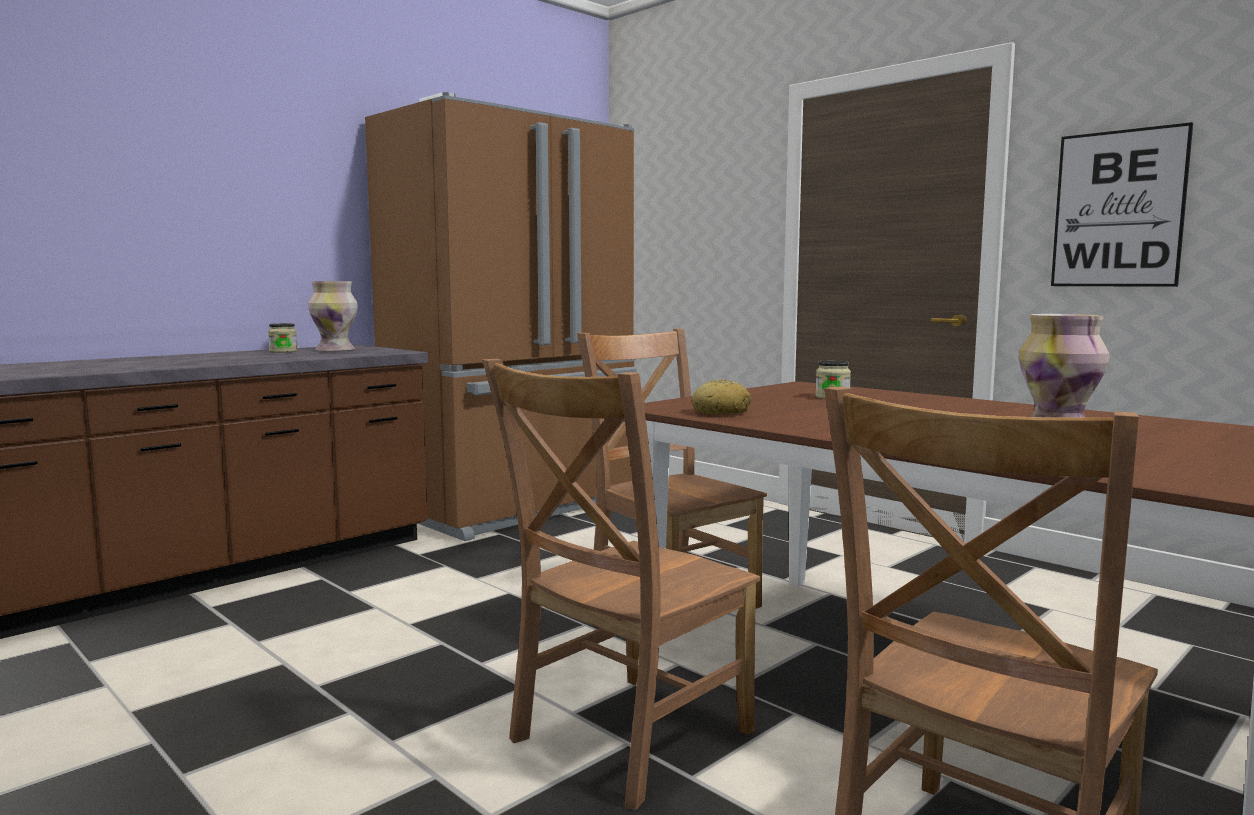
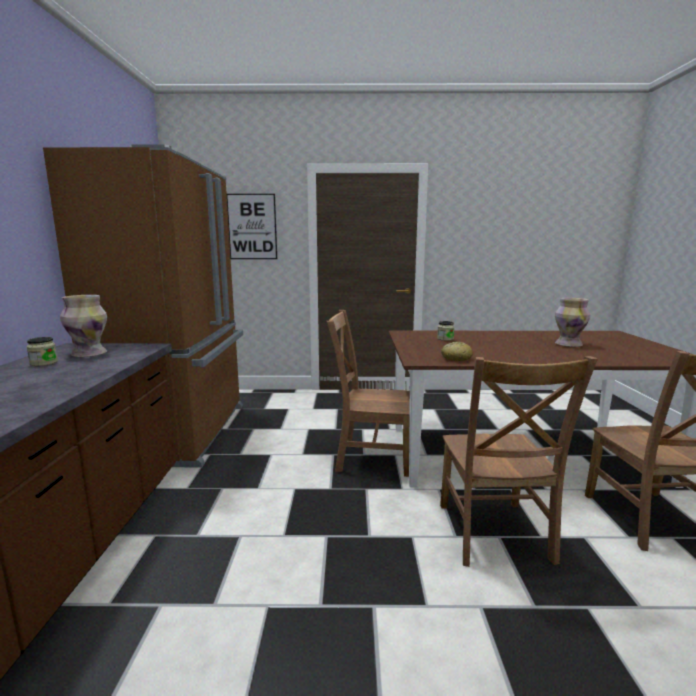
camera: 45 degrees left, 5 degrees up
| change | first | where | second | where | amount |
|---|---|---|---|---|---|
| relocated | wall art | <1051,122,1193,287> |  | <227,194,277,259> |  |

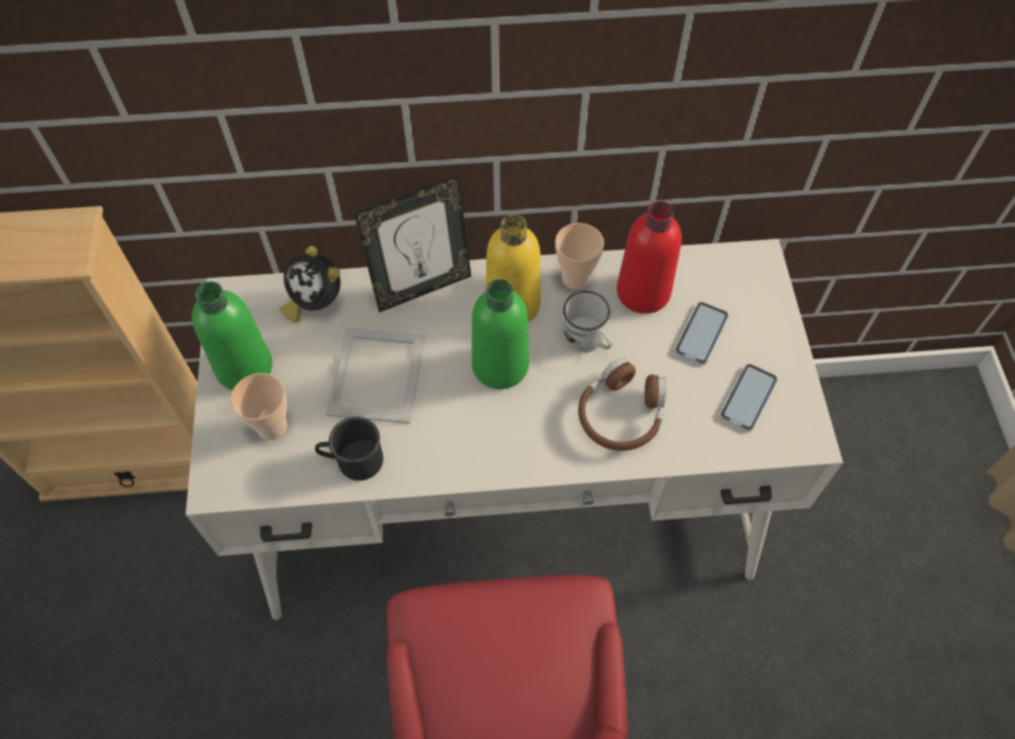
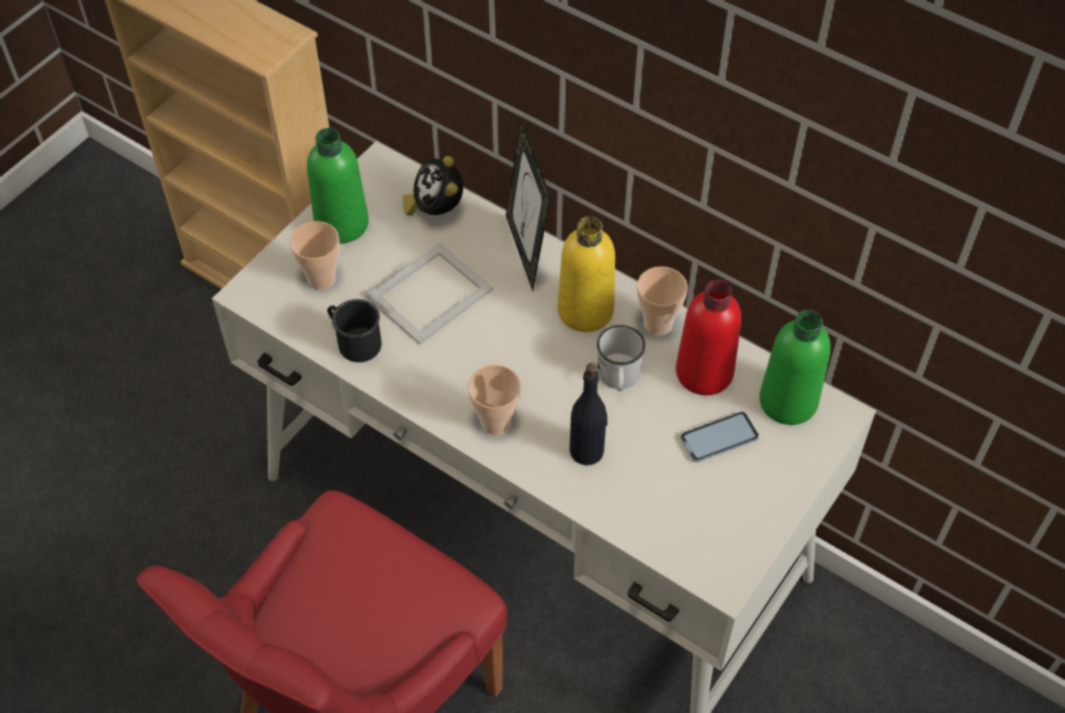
camera: 40 degrees right, 5 degrees down
| change | first | where | second | where | amount |
|---|---|---|---|---|---|
| spun | photo frame | <354,175,471,312> |  | <506,120,551,291> | 60 degrees clockwise |
| relocated | beverage bottle (green) | <472,279,529,389> |  | <759,310,831,425> |  |
| exchanged | headphones (brownish) | <578,357,666,451> | beverage bottle (black) | <570,363,608,465> |  |
| missing | telephone | <720,364,778,432> |  |  |  |
| appeared |  |  | small cup | <468,365,521,435> |  |

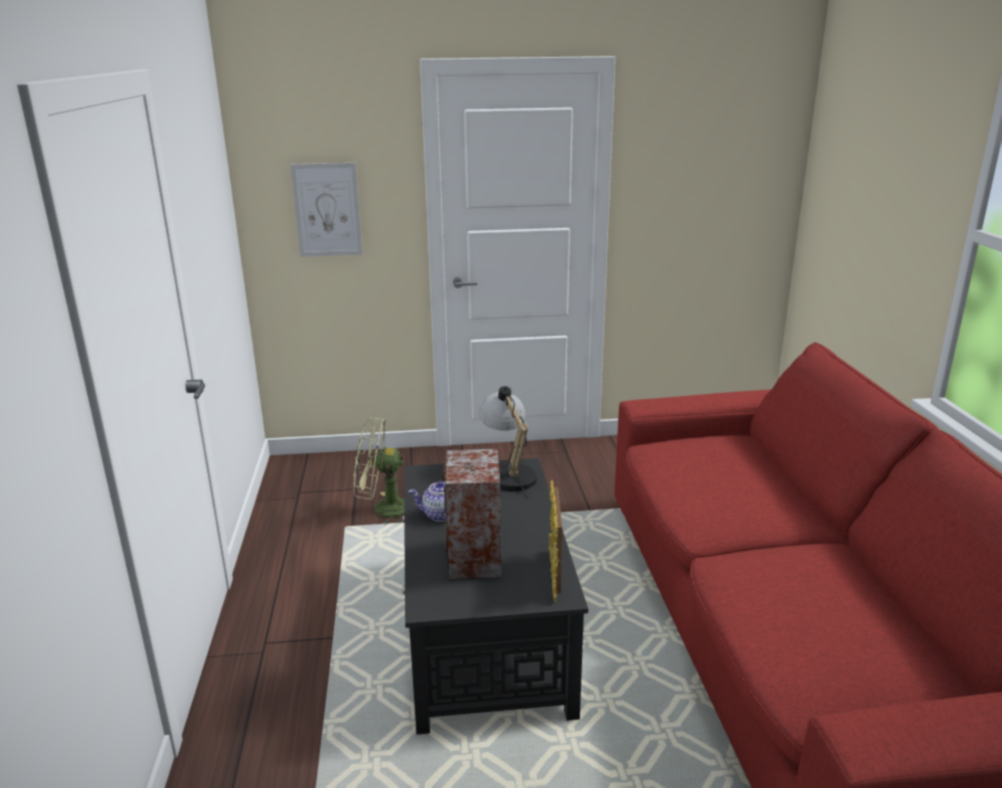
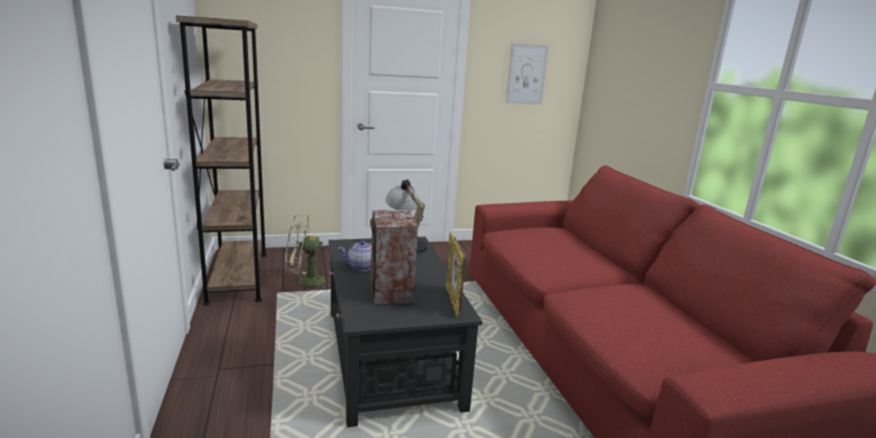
camera: 10 degrees left, 5 degrees down
| change | first | where | second | where | amount |
|---|---|---|---|---|---|
| relocated | wall art | <290,163,363,257> |  | <506,43,549,104> |  |
| appeared |  |  | shelving unit (brownish) | <176,15,267,305> |  |

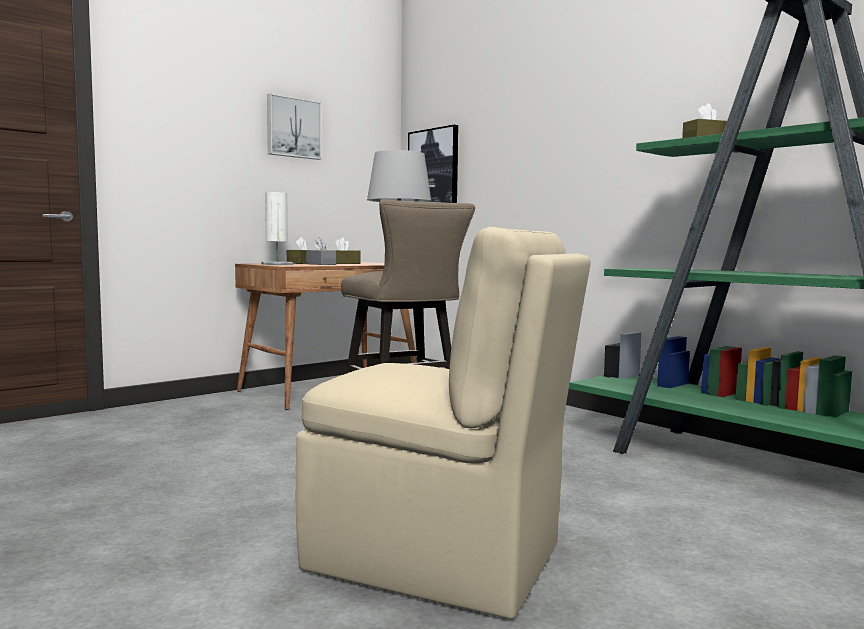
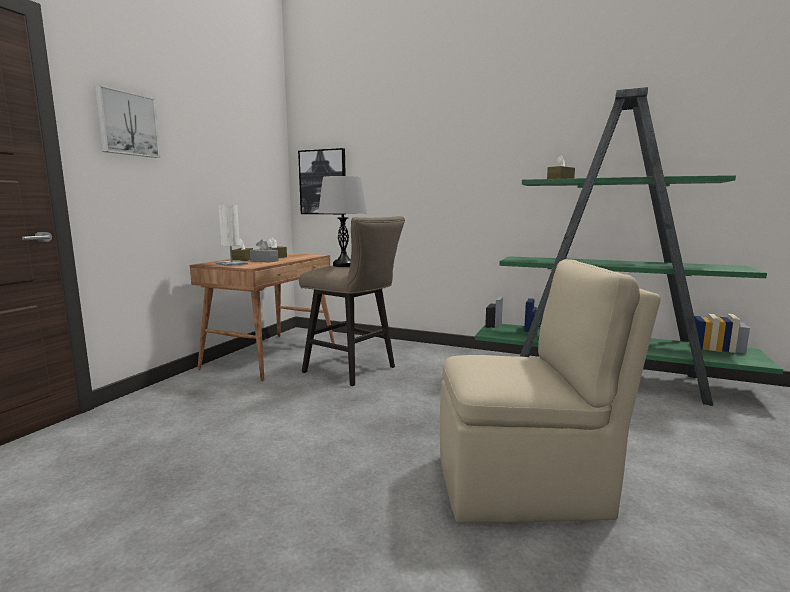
camera: 25 degrees left, 5 degrees up
| change | first | where | second | where | amount |
|---|---|---|---|---|---|
| relocated | wall art | <267,93,321,160> |  | <94,85,161,158> |  |

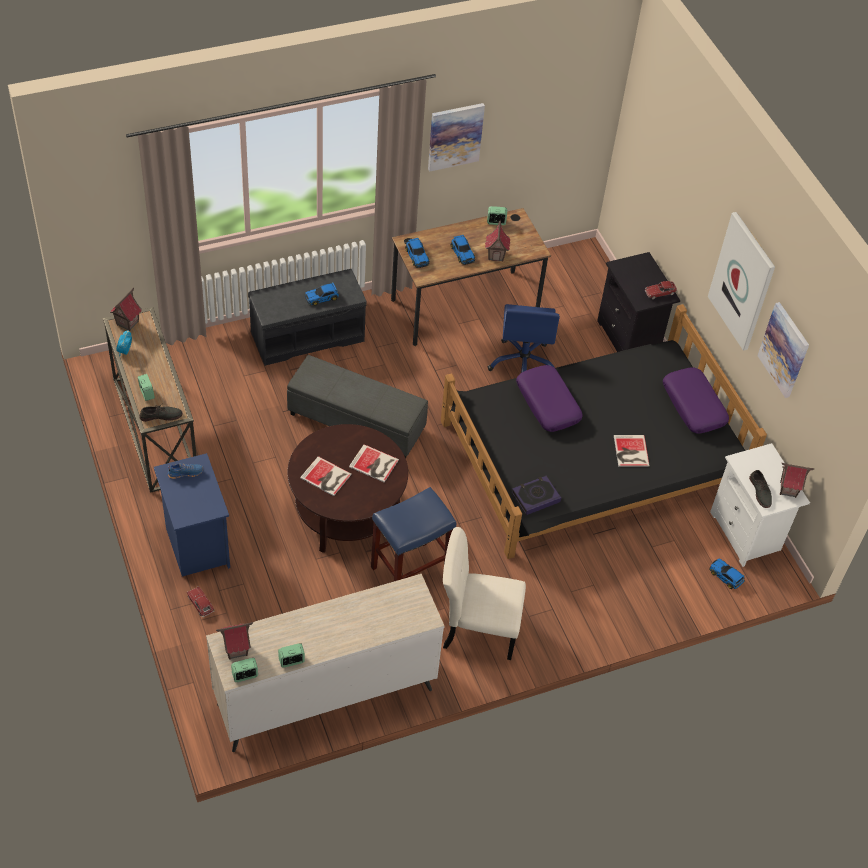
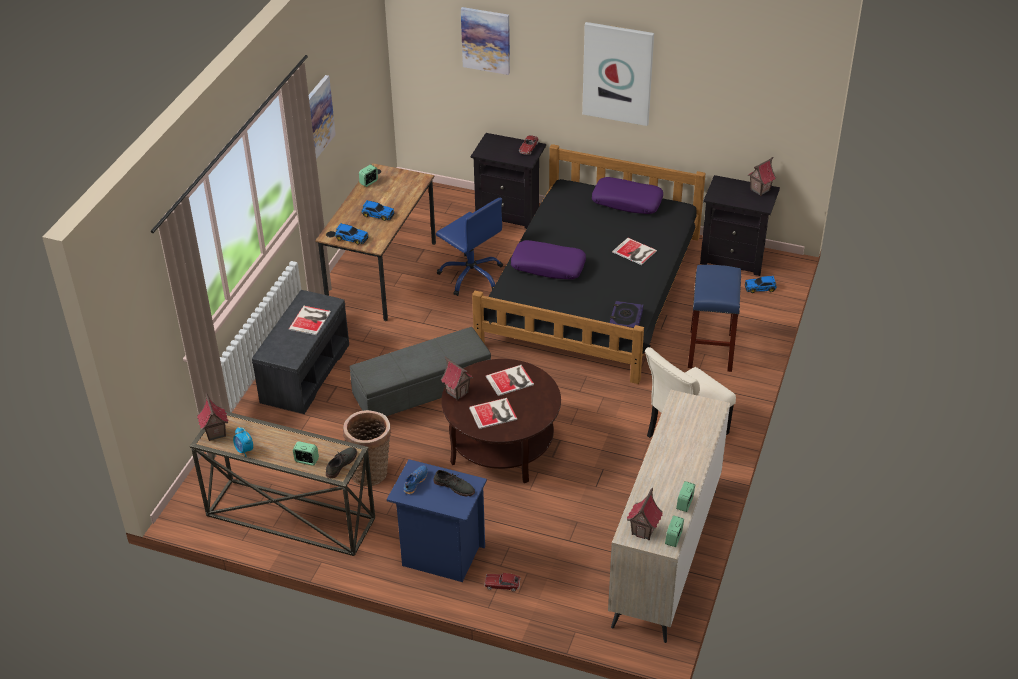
camera: 45 degrees left, 10 degrees down
| change | first | where | second | where | amount |
|---|---|---|---|---|---|
| exchanged | miniature car | <305,282,339,306> | book | <289,306,331,335> |  |
| relocated | stool seat (blue-coloured) | <371,487,457,581> |  | <688,265,741,372> |  |
| relocated | model house | <485,220,510,262> |  | <440,357,473,400> |  |
| colour | night table (whitish) | <710,443,810,567> | night table (black) | <700,175,780,276> |  |
| relocated | item of footwear (gray) | <749,470,772,508> |  | <433,470,475,496> |  |
| relocated | wall art | <757,302,809,398> |  | <461,7,510,75> |  |
| appeared |  |  | household basket | <343,410,391,486> |  |

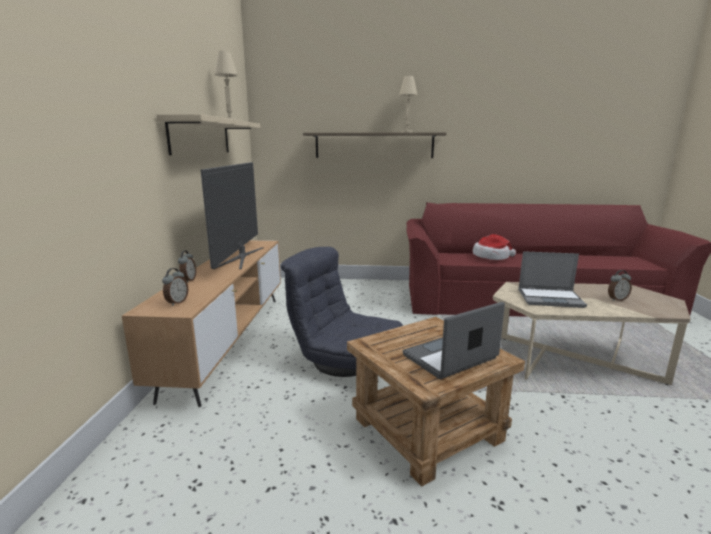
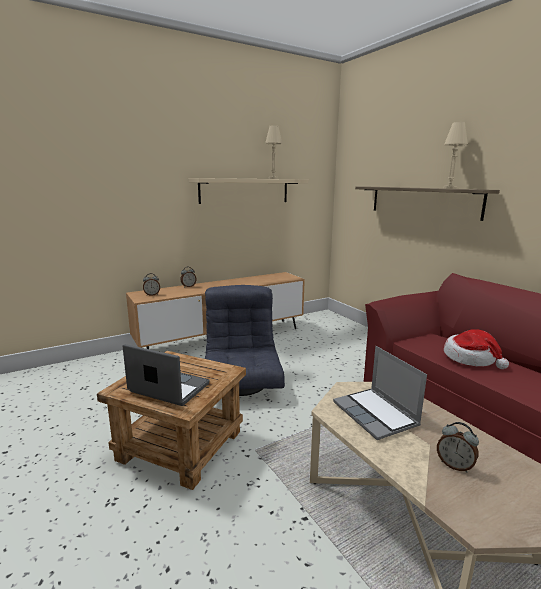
camera: 55 degrees right, 0 degrees up
| change | first | where | second | where | amount |
|---|---|---|---|---|---|
| missing | TV set | <201,162,264,269> |  |  |  |

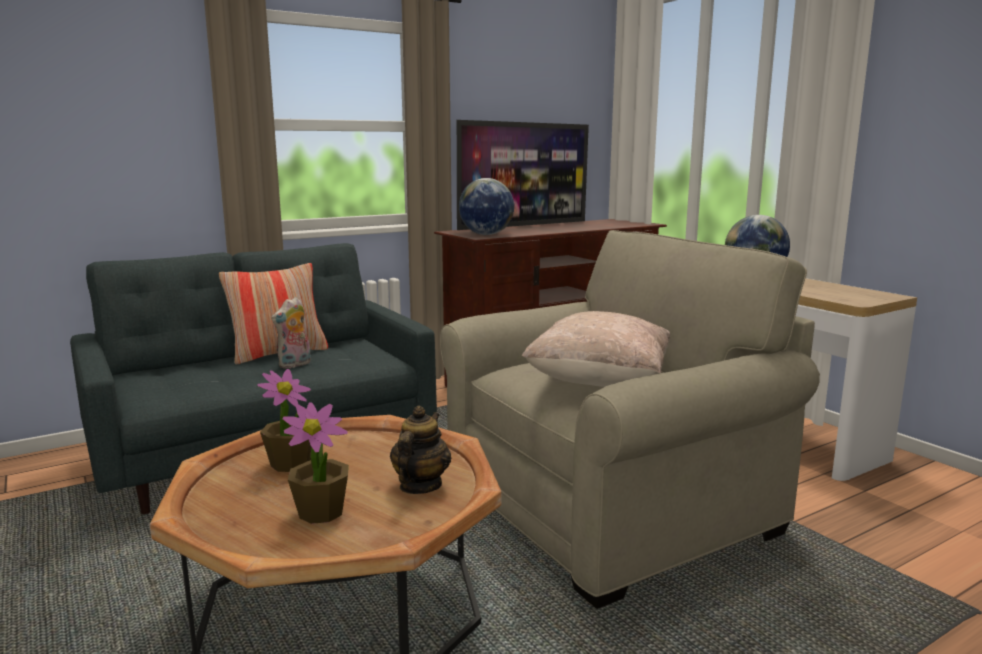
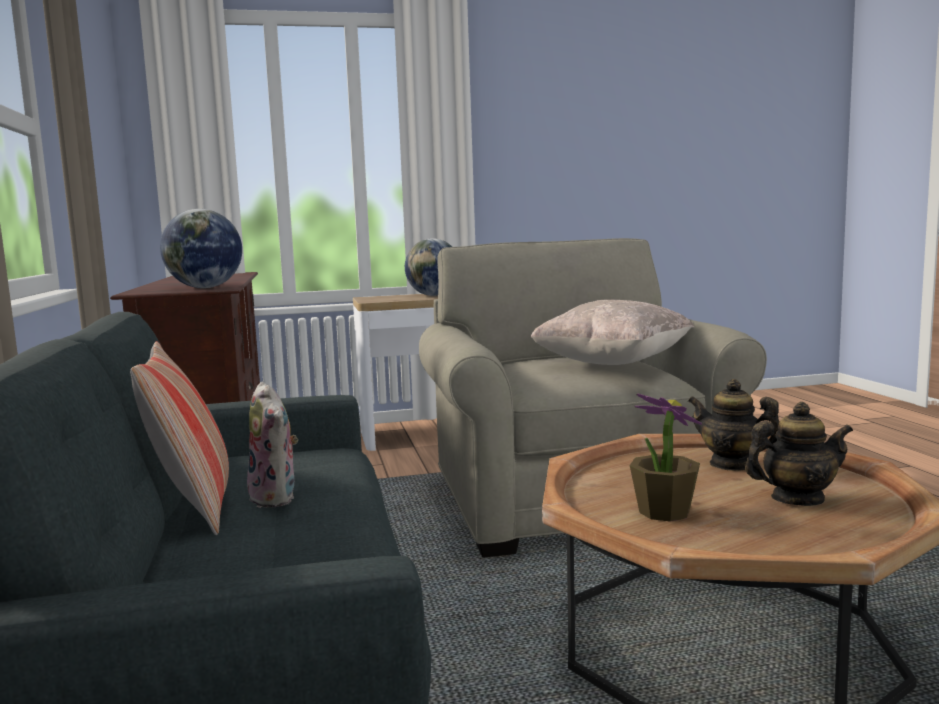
camera: 70 degrees left, 5 degrees down
| change | first | where | second | where | amount |
|---|---|---|---|---|---|
| exchanged | plant in a pot | <282,402,349,524> | tea pot | <745,402,853,506> |  |
| missing | TV set | <457,120,589,230> |  |  |  |

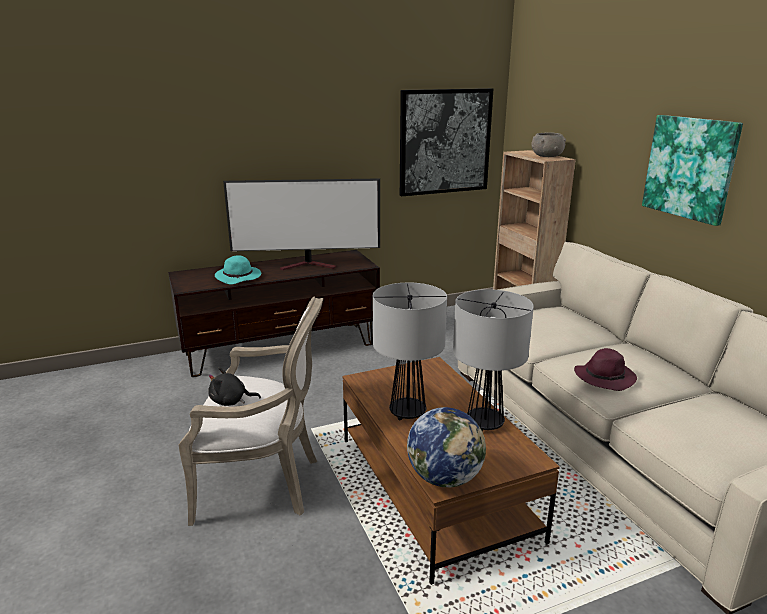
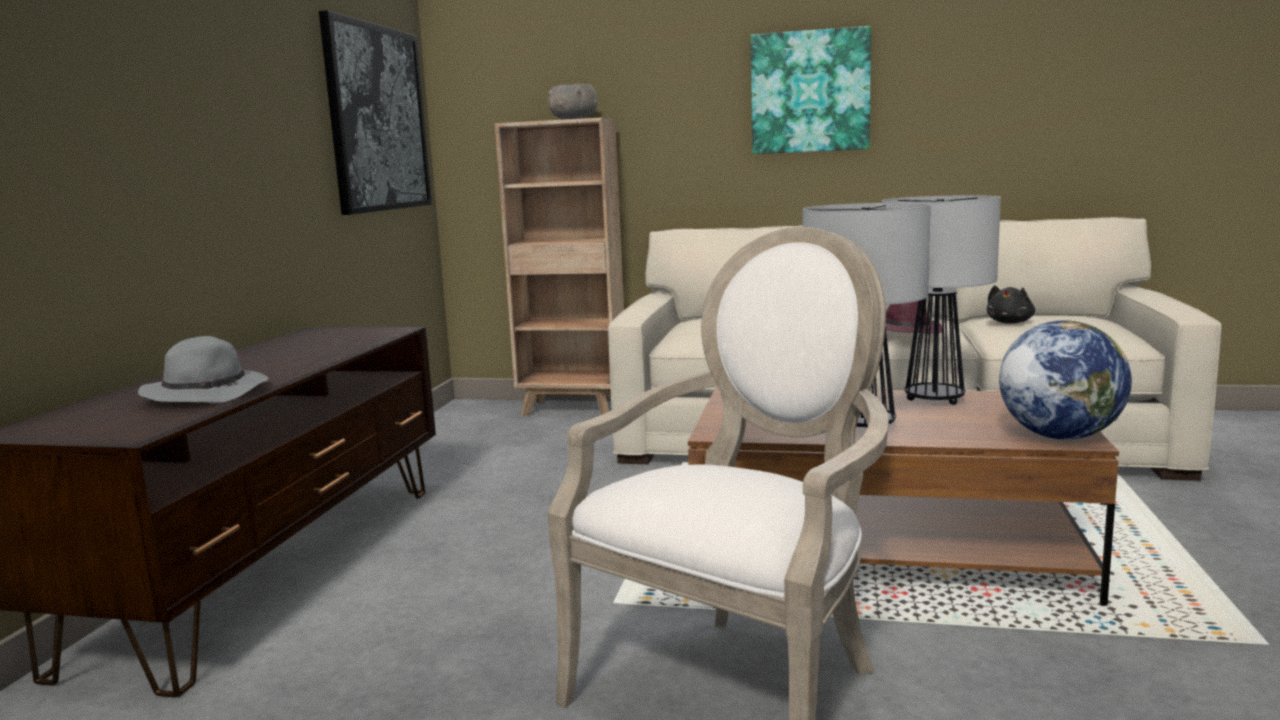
camera: 55 degrees left, 10 degrees down
| change | first | where | second | where | amount |
|---|---|---|---|---|---|
| relocated | plush toy (black) | <208,367,261,406> |  | <987,285,1035,324> |  |
| colour | wearable hat (turquoise) | <215,255,261,285> | wearable hat (gray) | <138,336,269,403> |  |
| missing | TV set | <223,178,380,270> |  |  |  |

